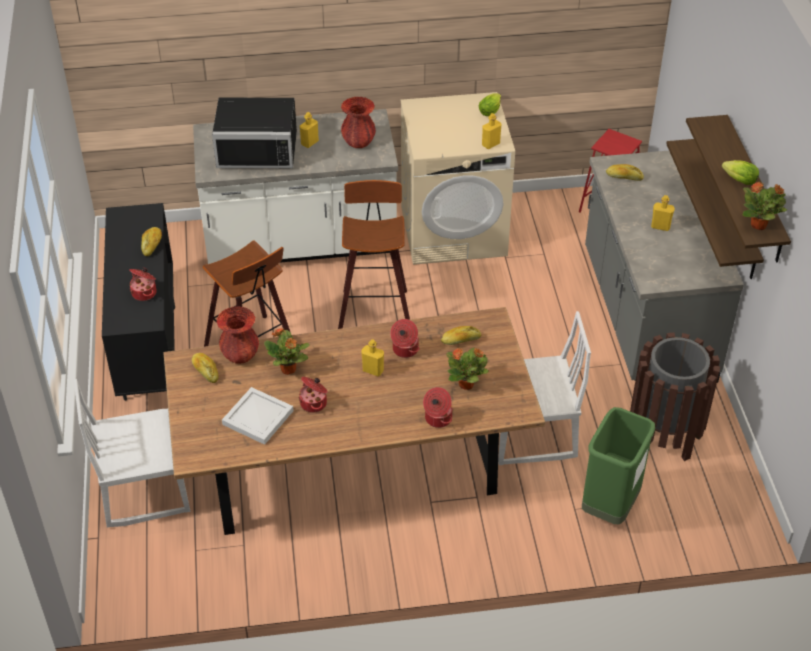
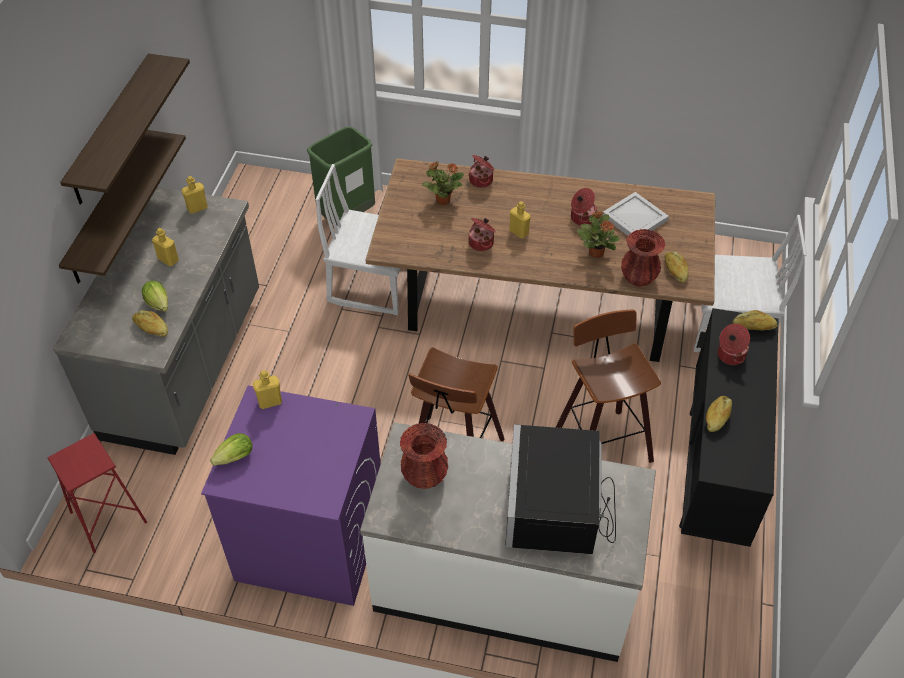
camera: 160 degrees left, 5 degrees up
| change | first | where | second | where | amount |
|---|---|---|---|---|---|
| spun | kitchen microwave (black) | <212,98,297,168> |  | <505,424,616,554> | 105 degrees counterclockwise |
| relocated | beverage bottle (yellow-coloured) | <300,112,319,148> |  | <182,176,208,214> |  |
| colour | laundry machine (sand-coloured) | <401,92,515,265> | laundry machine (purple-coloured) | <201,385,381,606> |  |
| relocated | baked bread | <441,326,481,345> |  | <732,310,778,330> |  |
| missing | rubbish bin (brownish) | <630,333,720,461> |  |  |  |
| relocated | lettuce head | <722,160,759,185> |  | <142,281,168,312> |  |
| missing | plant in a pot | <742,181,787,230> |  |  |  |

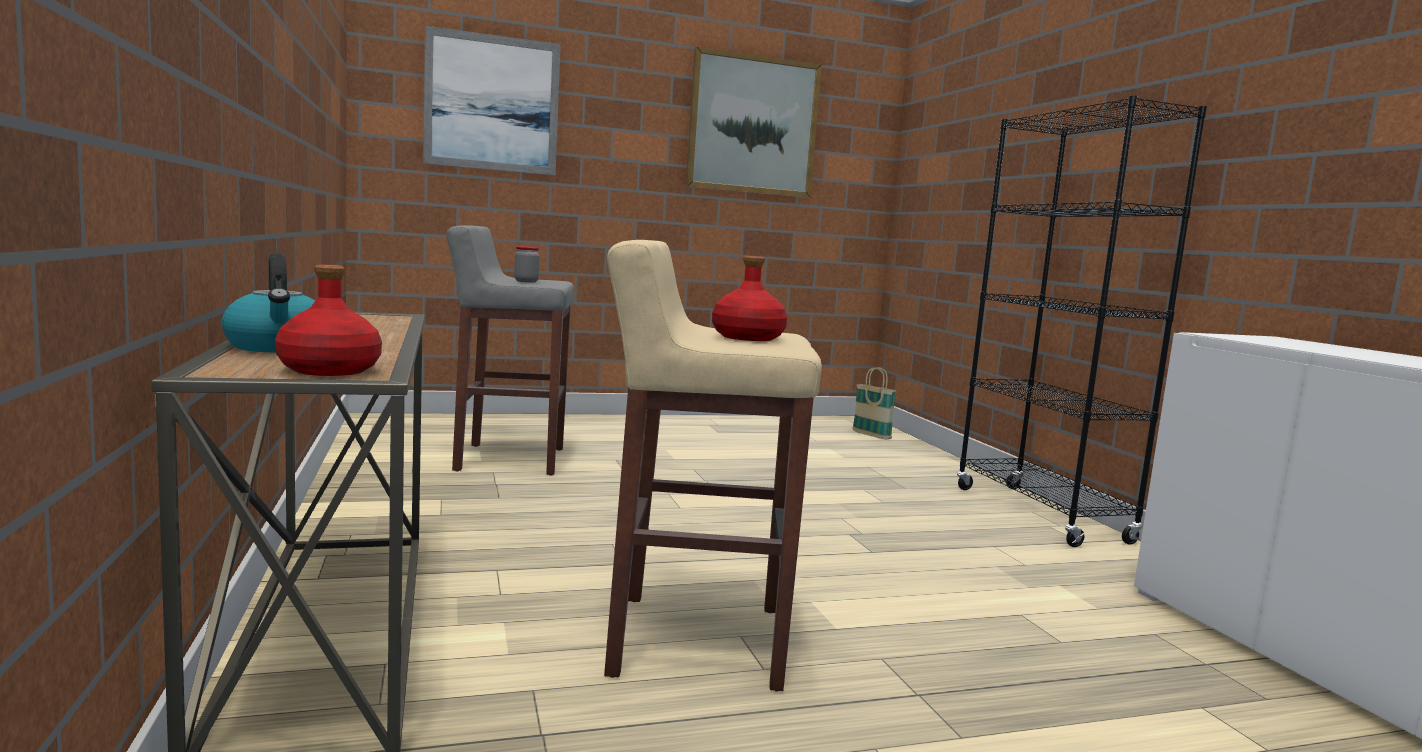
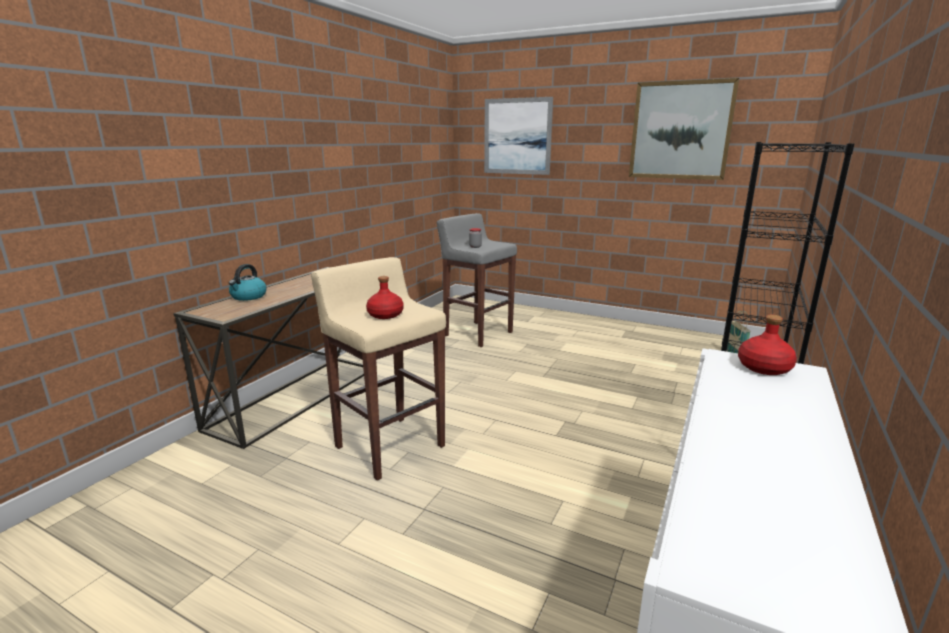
camera: 45 degrees right, 10 degrees up
| change | first | where | second | where | amount |
|---|---|---|---|---|---|
| relocated | beverage bottle (reddish) | <275,265,382,376> |  | <738,315,797,375> |  |

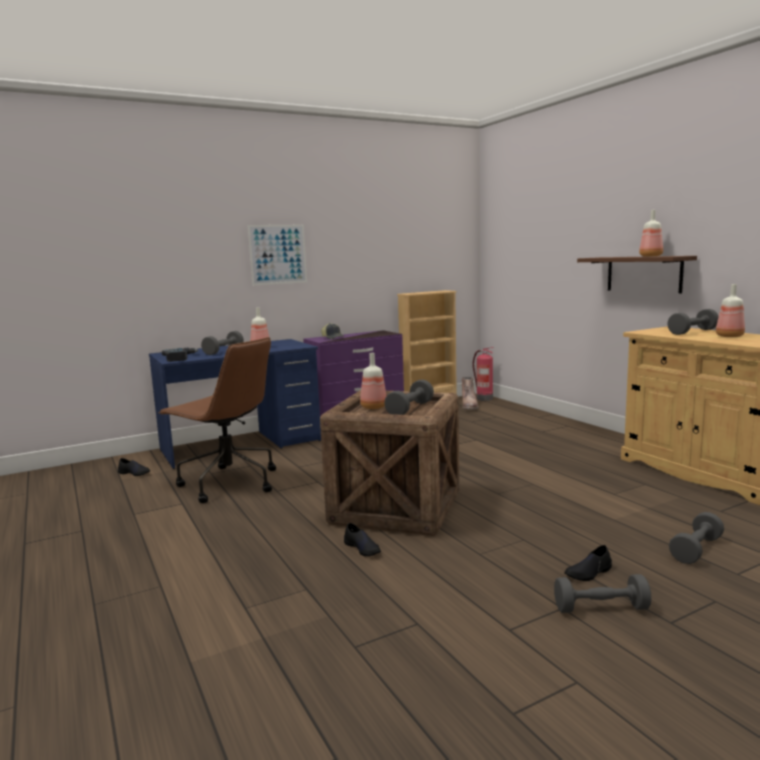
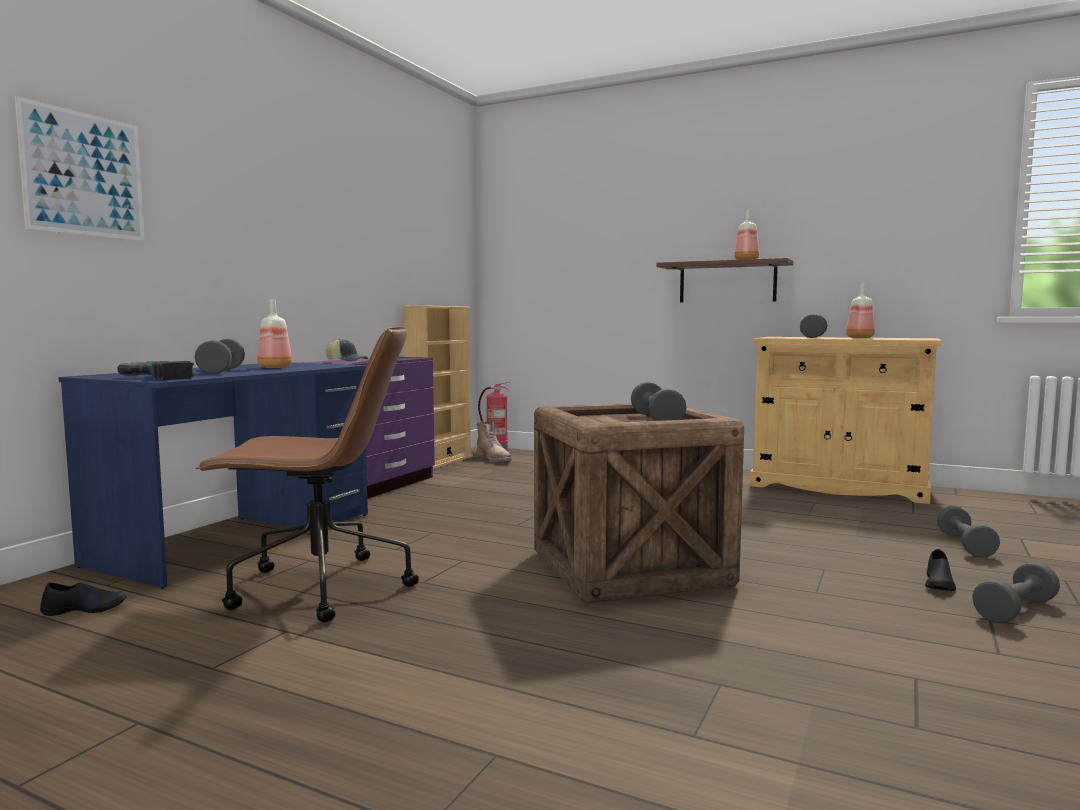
camera: 35 degrees left, 5 degrees down
| change | first | where | second | where | amount |
|---|---|---|---|---|---|
| relocated | wall art | <248,225,307,285> |  | <15,96,144,241> |  |
| missing | item of footwear (black) | <344,523,381,556> |  |  |  |
| missing | beverage bottle | <360,353,386,409> |  |  |  |

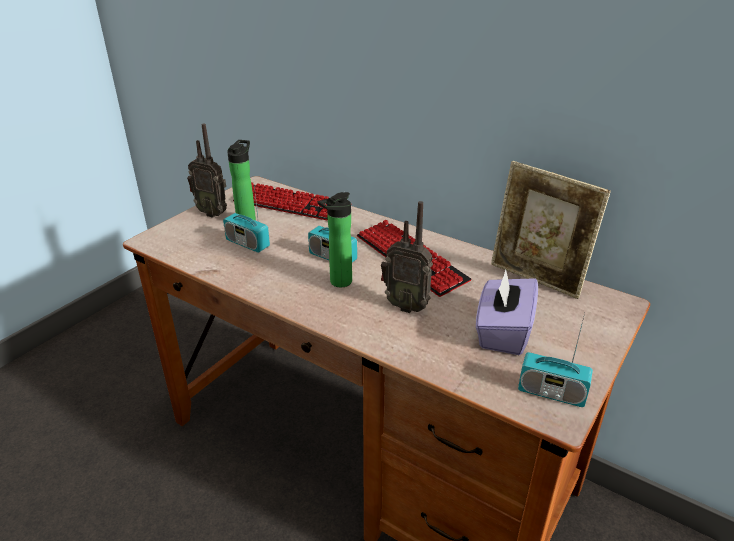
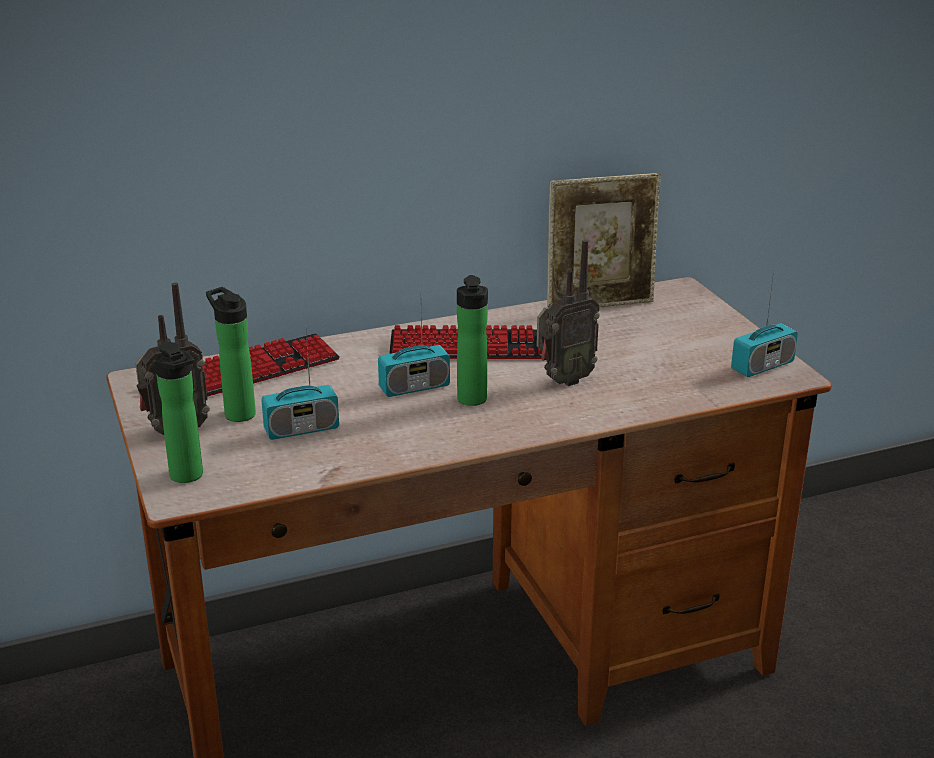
camera: 55 degrees left, 5 degrees down
| change | first | where | second | where | amount |
|---|---|---|---|---|---|
| missing | tissue box (purple-coloured) | <476,269,538,355> |  |  |  |
| appeared |  |  | beverage bottle | <154,341,203,483> |  |

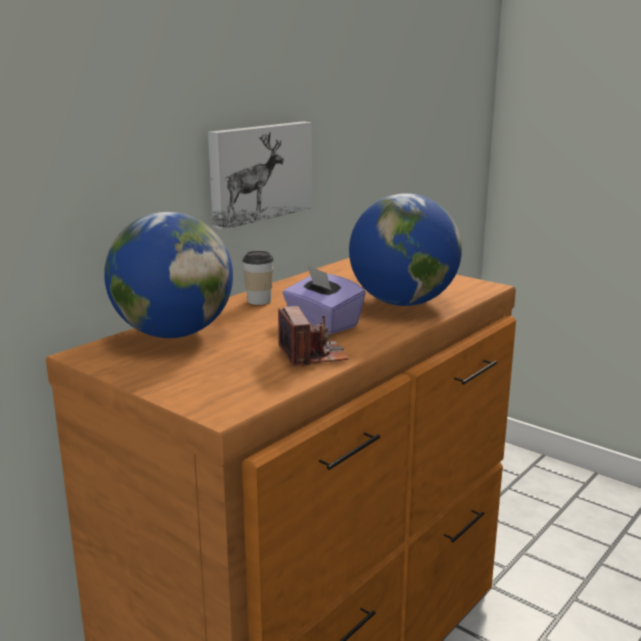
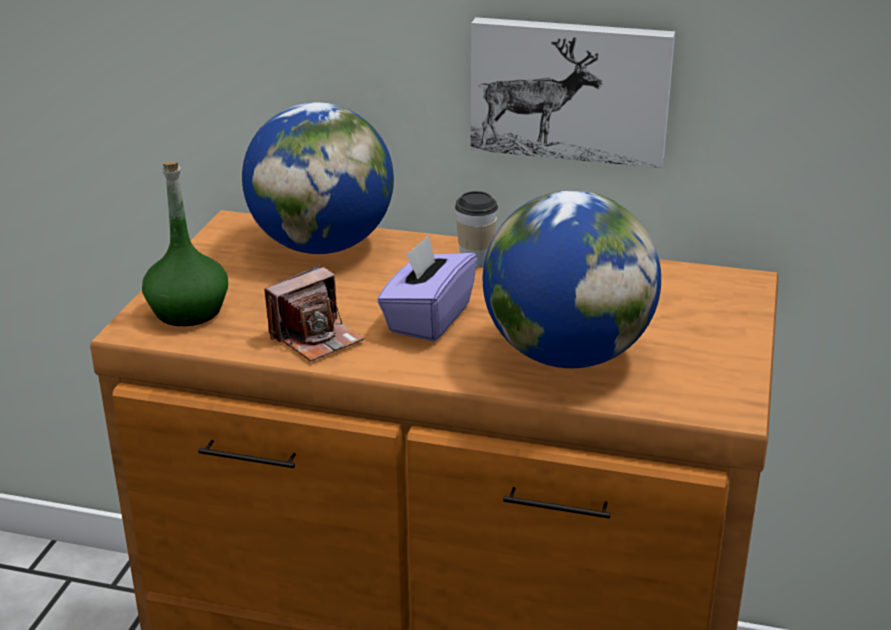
camera: 65 degrees right, 10 degrees up
| change | first | where | second | where | amount |
|---|---|---|---|---|---|
| appeared |  |  | beverage bottle (green) | <142,161,228,326> |  |

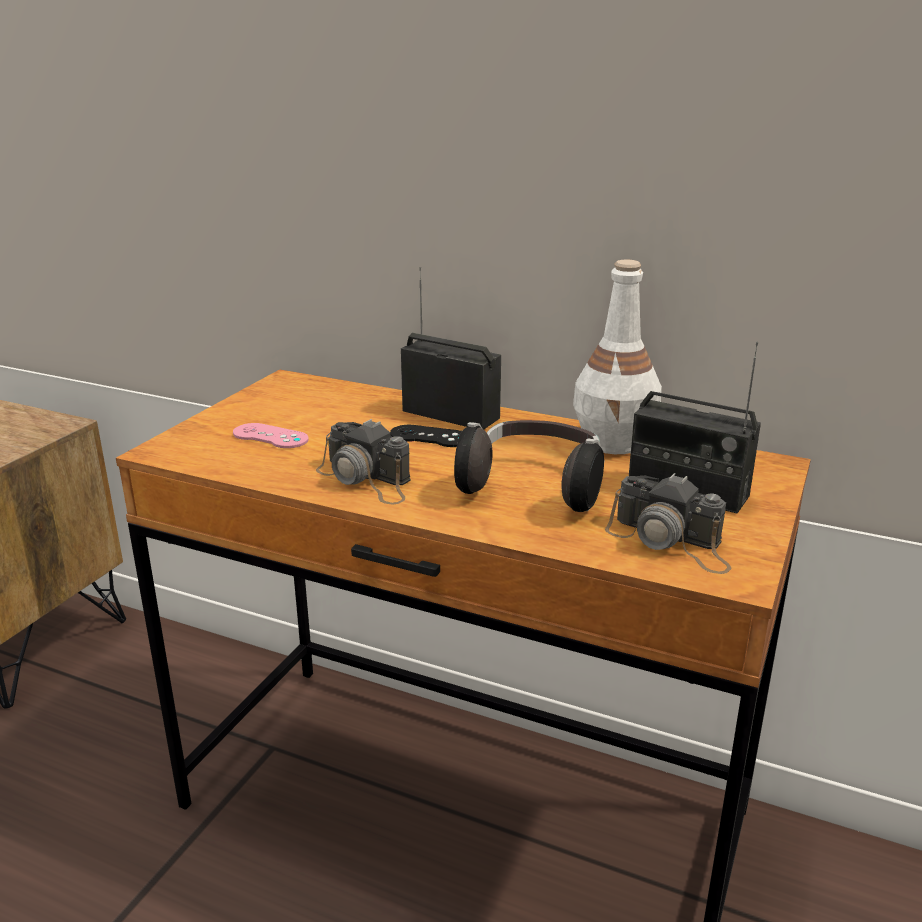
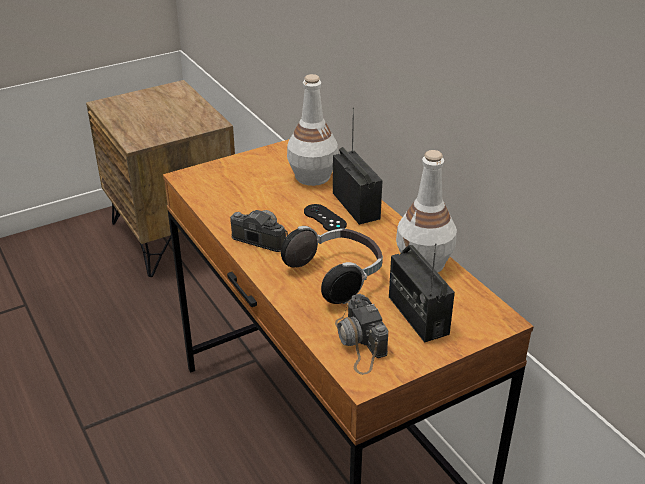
camera: 35 degrees right, 10 degrees up
| change | first | where | second | where | amount |
|---|---|---|---|---|---|
| missing | gamepad (pink) | <233,423,309,448> |  |  |  |
| spun | photo camera | <316,419,411,505> |  | <230,210,288,252> | 135 degrees clockwise |
| appeared |  |  | beverage bottle (whitish) | <287,74,338,186> |  |

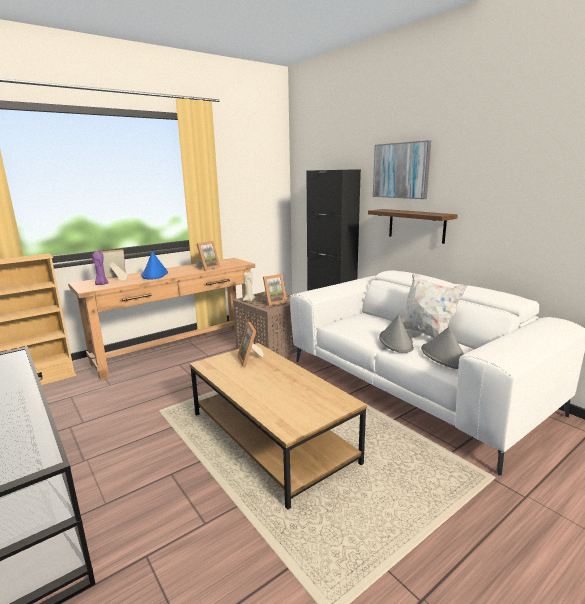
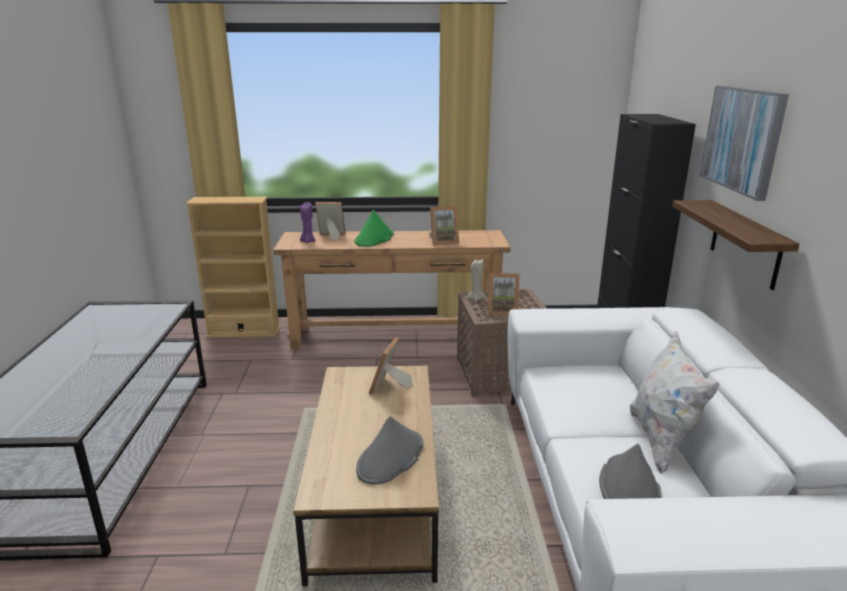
camera: 35 degrees right, 5 degrees up
| change | first | where | second | where | amount |
|---|---|---|---|---|---|
| colour | wearable hat (blue-coloured) | <141,251,168,280> | wearable hat (green) | <355,210,394,247> |  |
| relocated | wearable hat (gray) | <379,314,414,353> |  | <356,416,424,485> |  |

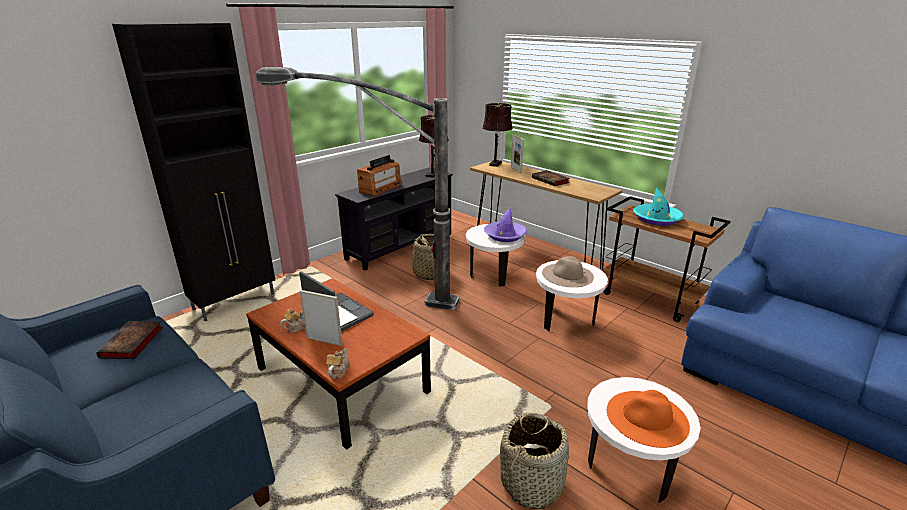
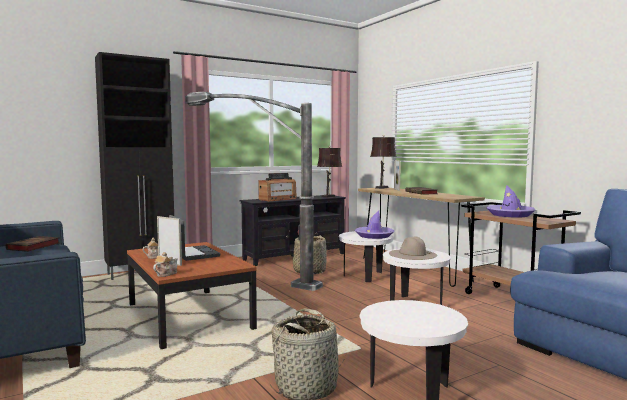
camera: 15 degrees right, 20 degrees down
| change | first | where | second | where | amount |
|---|---|---|---|---|---|
| missing | wearable hat (orangey) | <607,390,690,448> |  |  |  |
| colour | wearable hat (turquoise) | <633,188,684,226> | wearable hat (purple-coloured) | <486,185,536,217> |  |

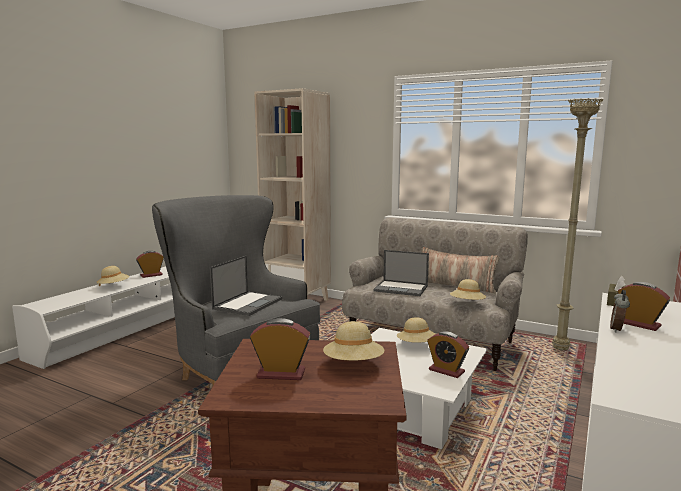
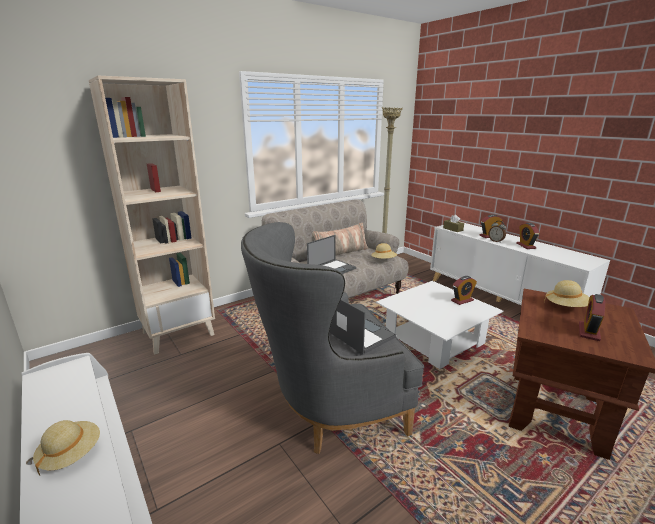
camera: 65 degrees left, 10 degrees up
| change | first | where | second | where | amount |
|---|---|---|---|---|---|
| relocated | table clock | <136,251,164,278> |  | <516,223,540,249> |  |
| missing | wearable hat (sand-coloured) | <397,317,435,343> |  |  |  |

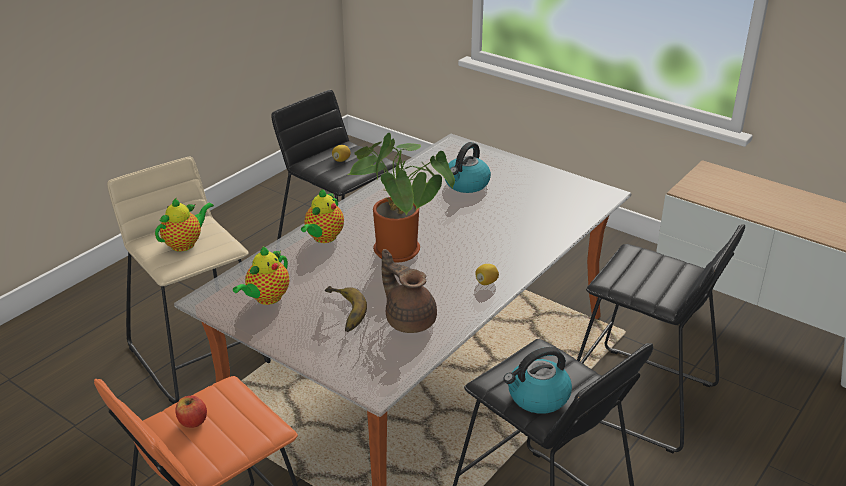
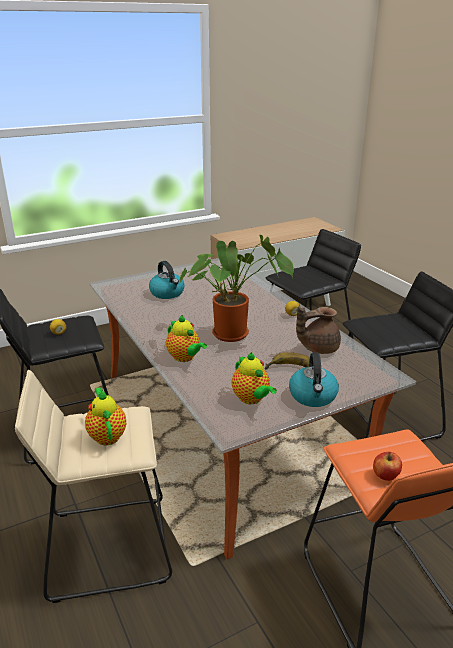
camera: 65 degrees left, 5 degrees down
| change | first | where | second | where | amount |
|---|---|---|---|---|---|
| relocated | water kettle | <503,347,572,414> |  | <289,352,339,407> |  |

